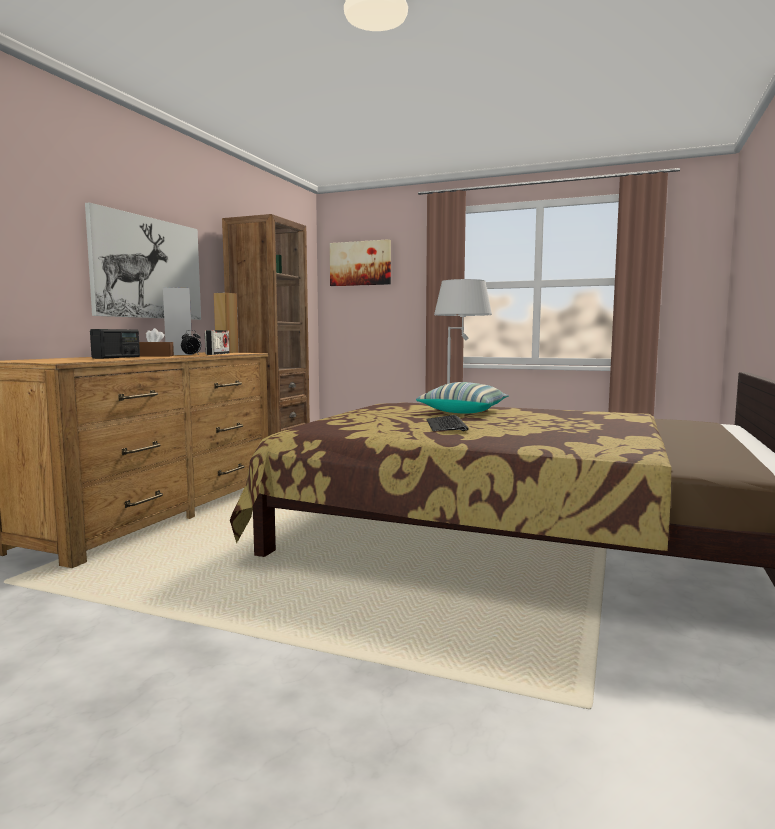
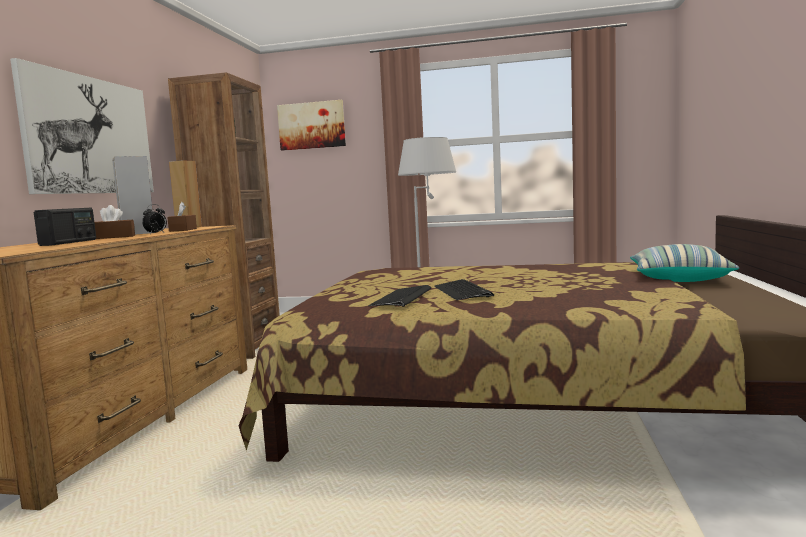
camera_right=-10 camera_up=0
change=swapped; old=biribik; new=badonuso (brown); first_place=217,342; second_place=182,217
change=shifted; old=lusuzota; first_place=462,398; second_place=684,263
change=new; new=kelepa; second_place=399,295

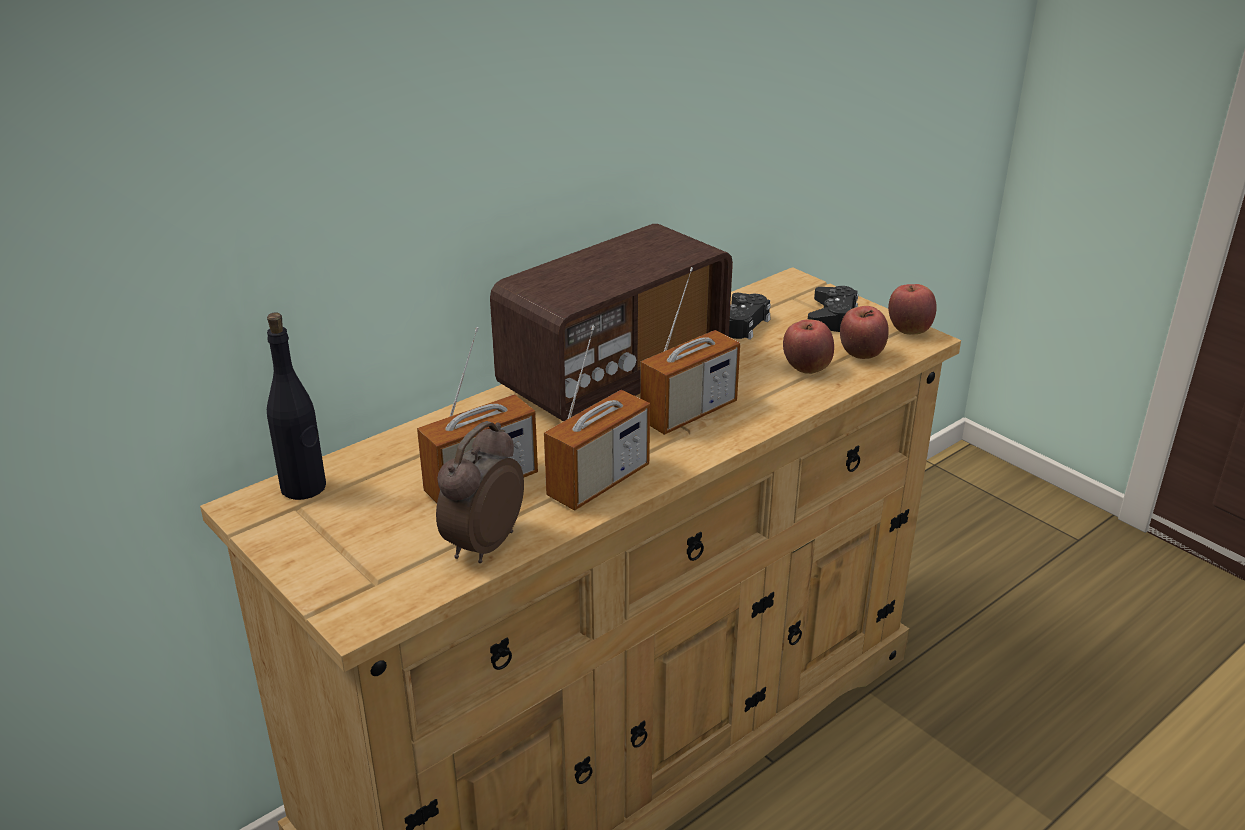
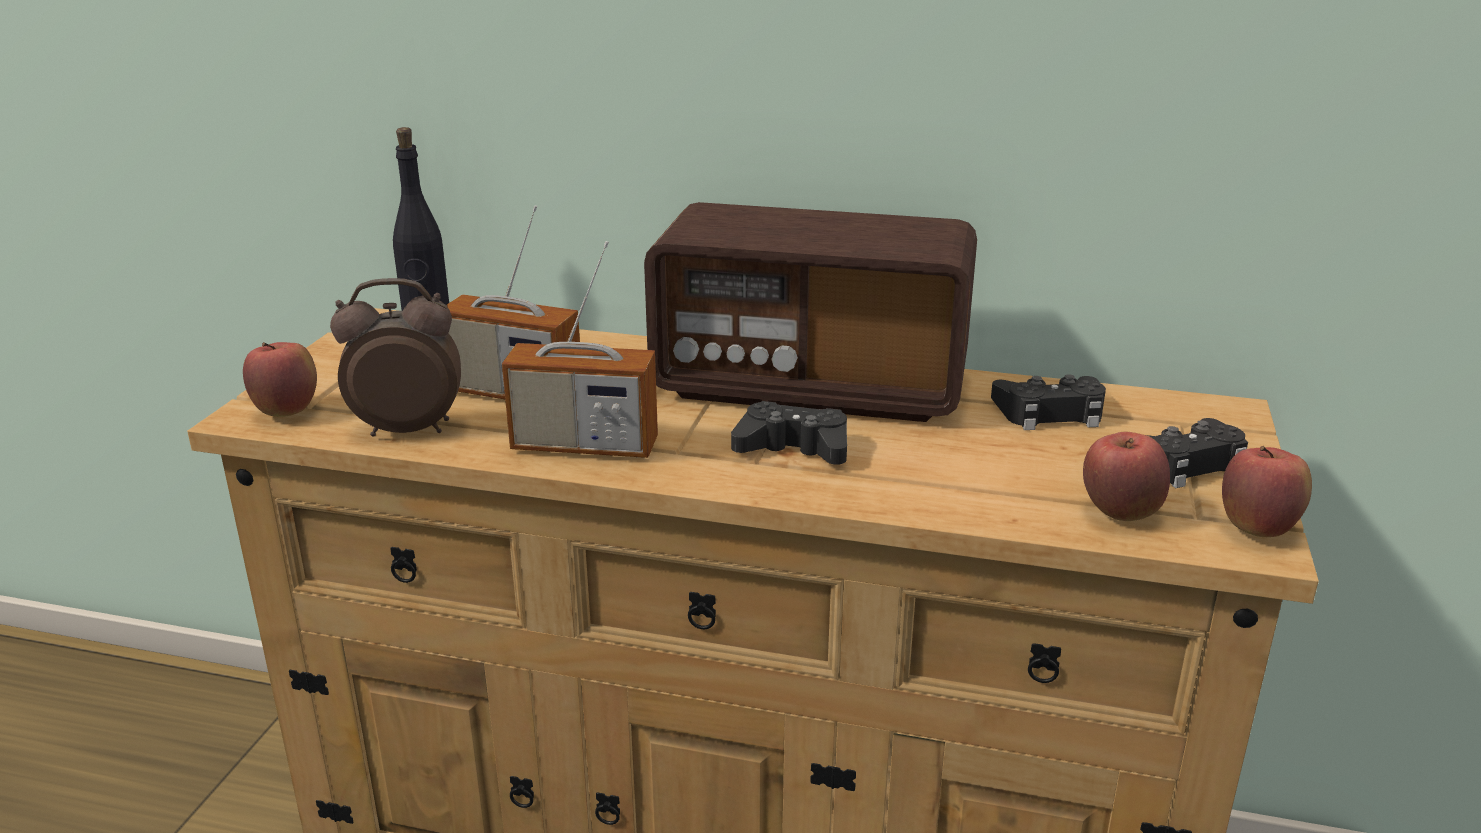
camera_right=55 camera_up=-5
change=swapped; old=biribik; new=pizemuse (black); first_place=690,351; second_place=789,433
change=shifted; old=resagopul; first_place=808,346; second_place=280,379

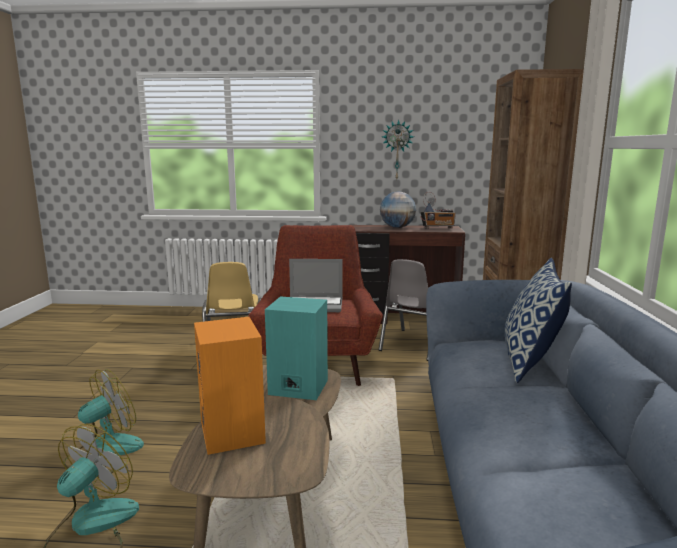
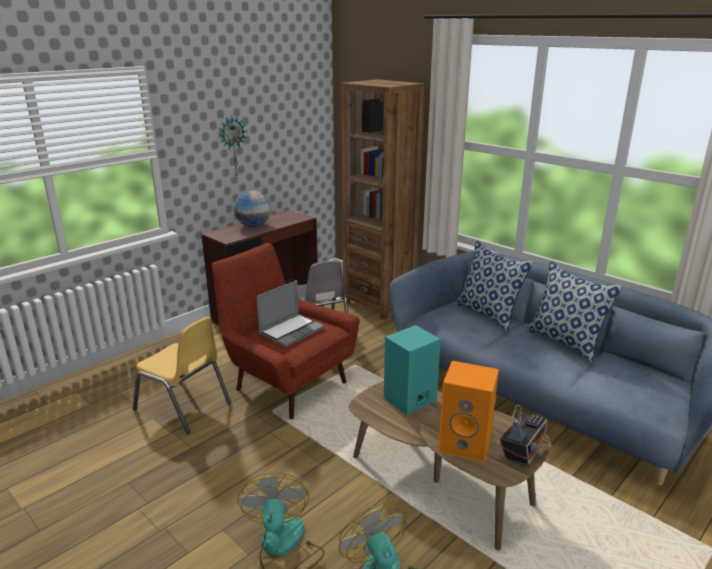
camera_right=-50 camera_up=10
change=shifted; old=biribik; first_place=438,210; second_place=525,435
change=new; new=lusuzota; second_place=574,311

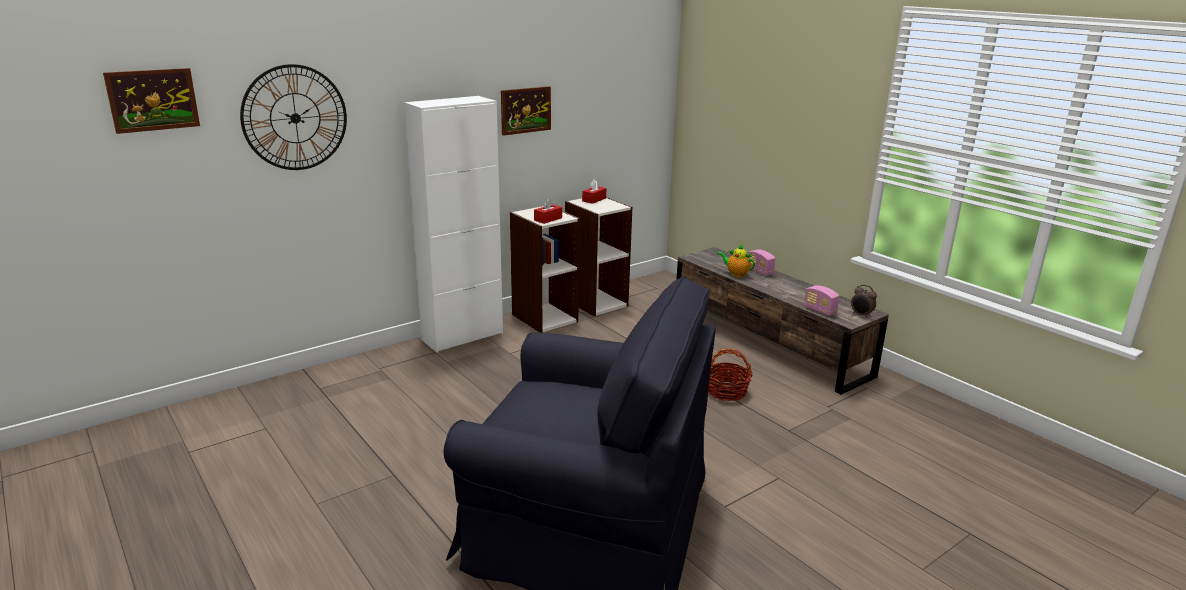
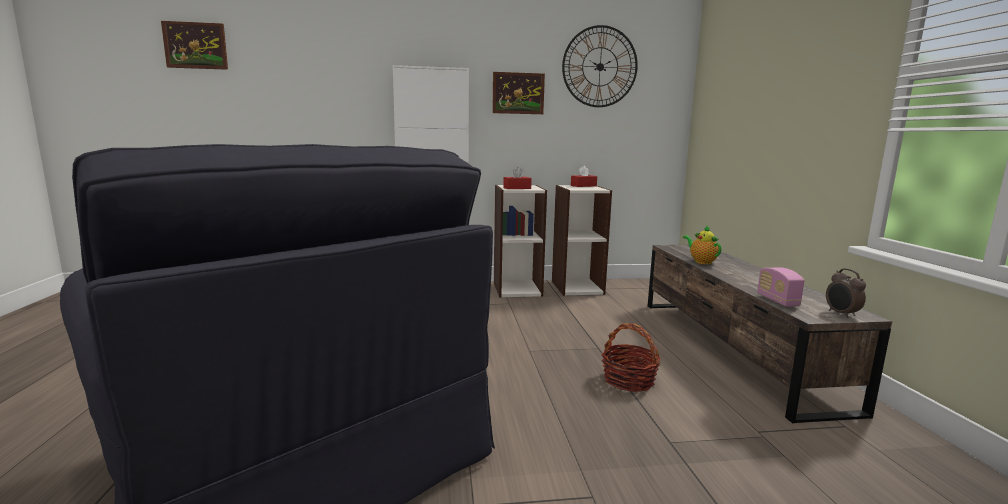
camera_right=30 camera_up=-10
change=shifted; old=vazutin; first_place=293,117; second_place=600,66
change=gone; old=biribik; first_place=762,262

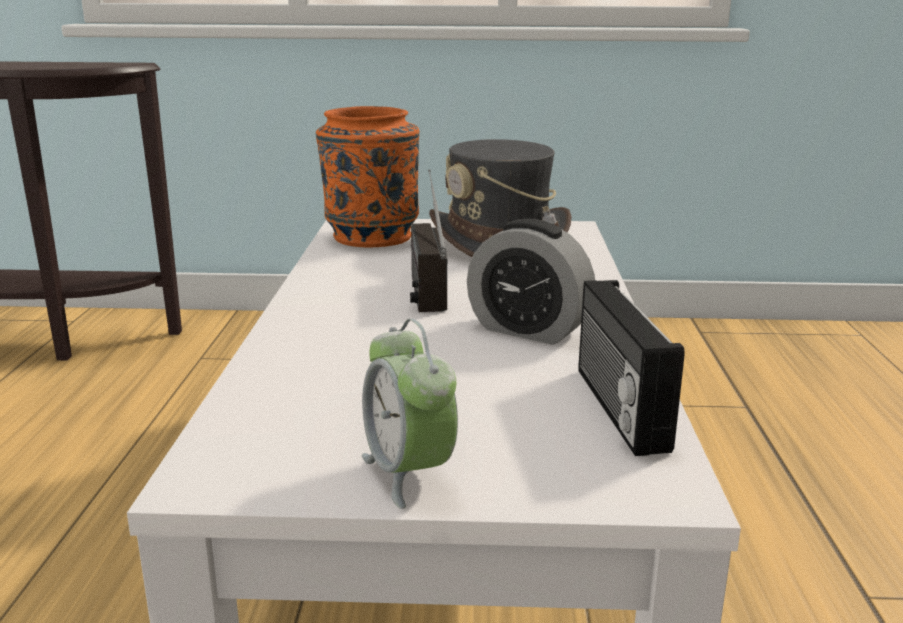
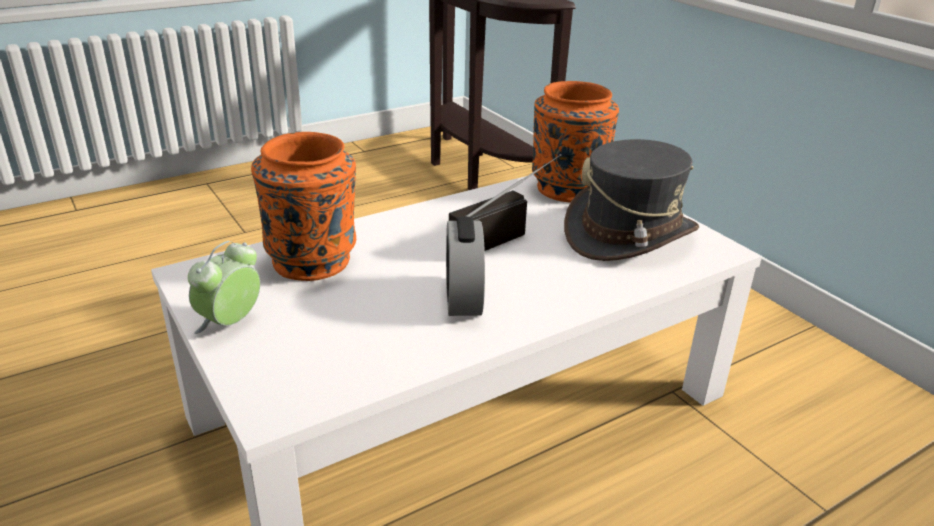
camera_right=55 camera_up=10
change=gone; old=biribik; first_place=631,368
change=new; new=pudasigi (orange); second_place=303,206

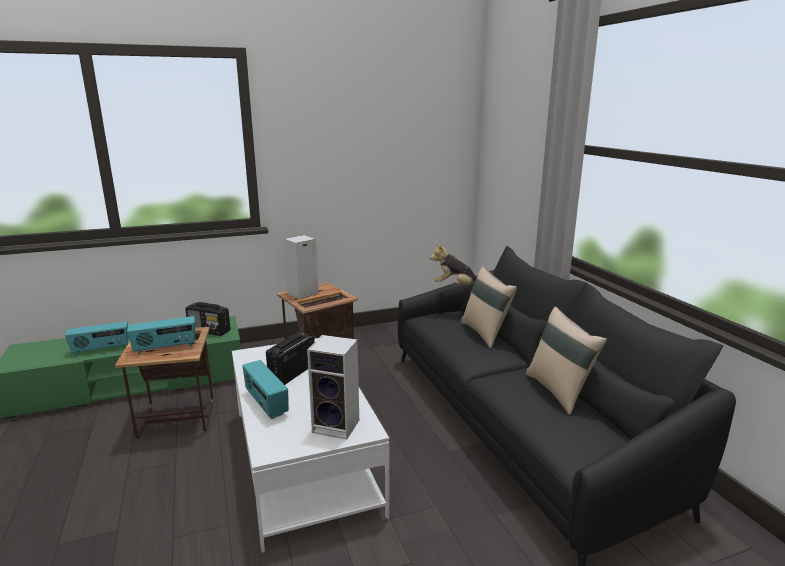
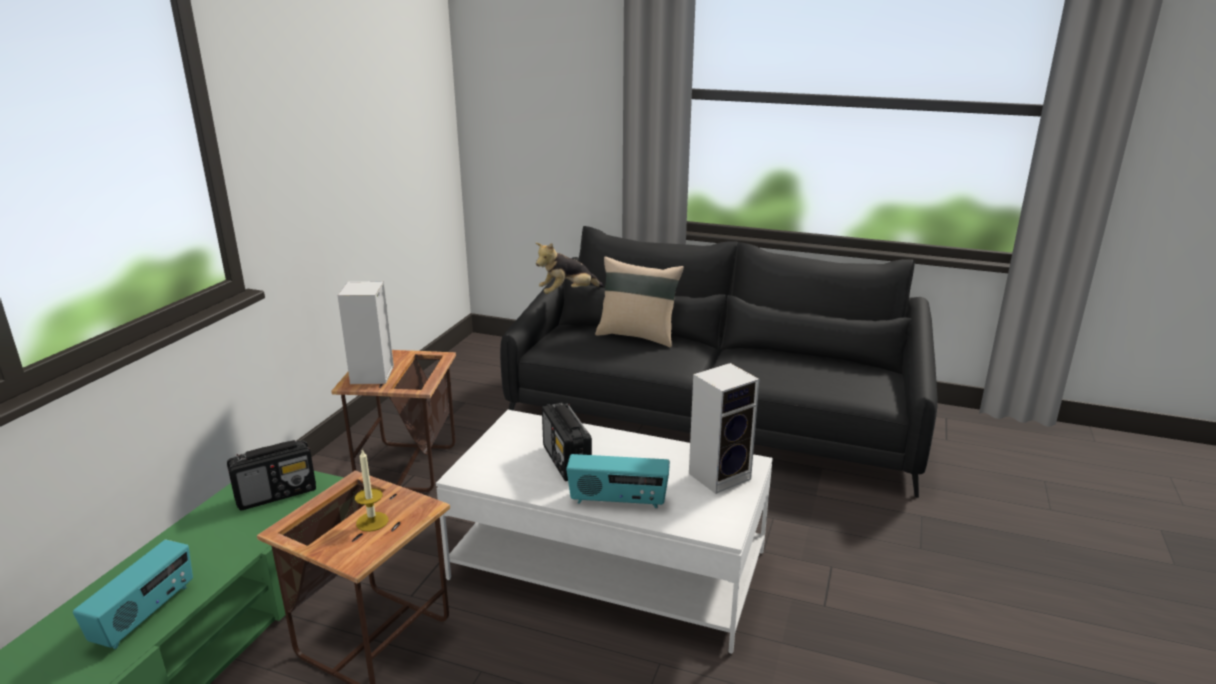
camera_right=-50 camera_up=5
change=gone; old=lusuzota (beige); first_place=566,361
change=swapped; old=biribik; new=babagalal; first_place=161,335; second_place=371,491

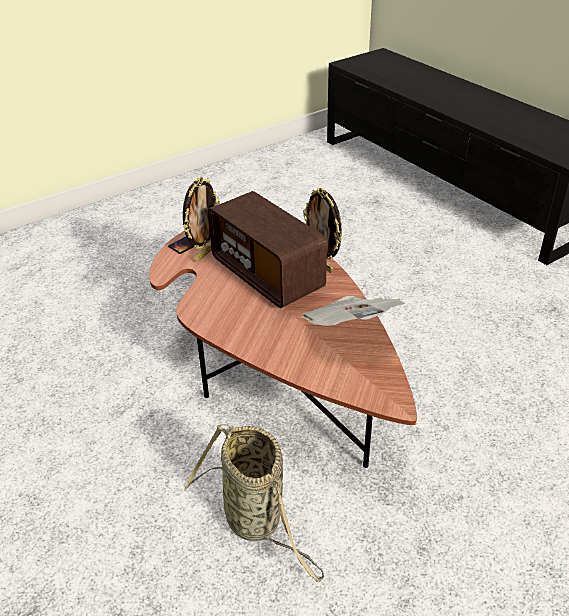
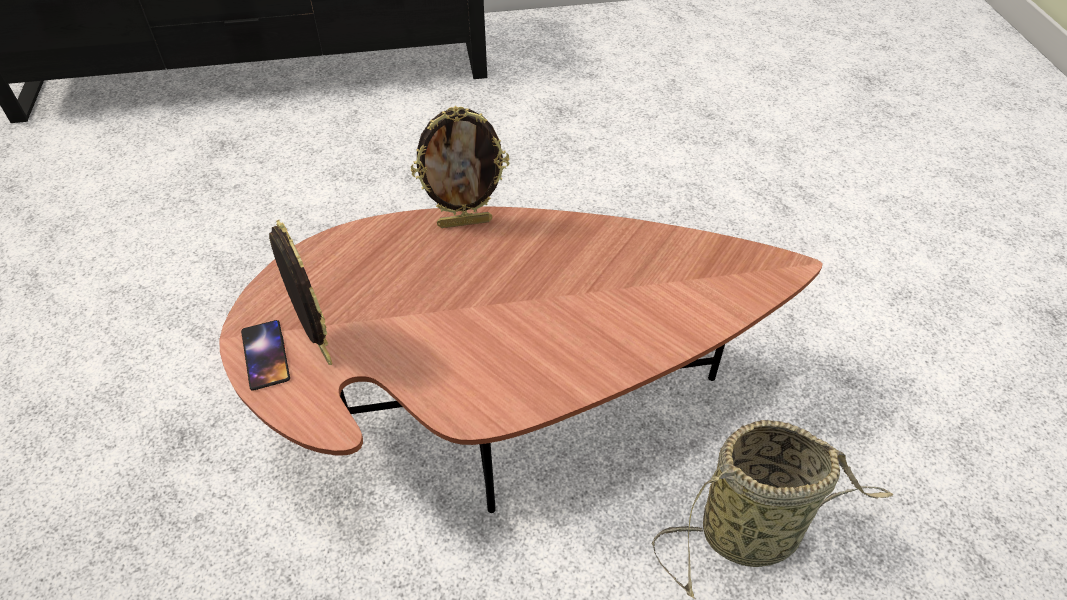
camera_right=-65 camera_up=10
change=gone; old=biribik; first_place=267,249
change=gone; old=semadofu; first_place=353,311

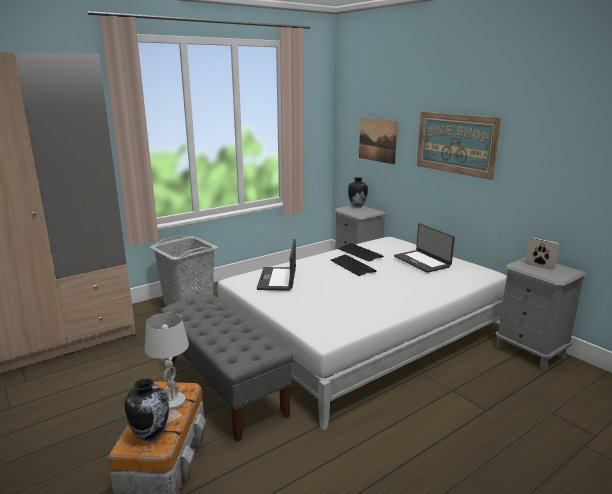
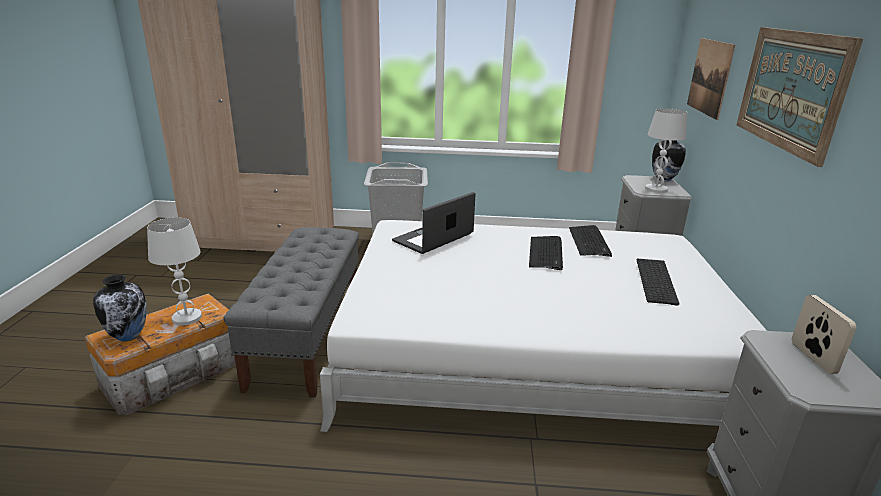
camera_right=40 camera_up=5
change=swapped; old=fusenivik; new=kelepa; first_place=424,248; second_place=658,282
change=new; new=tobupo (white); second_place=666,150

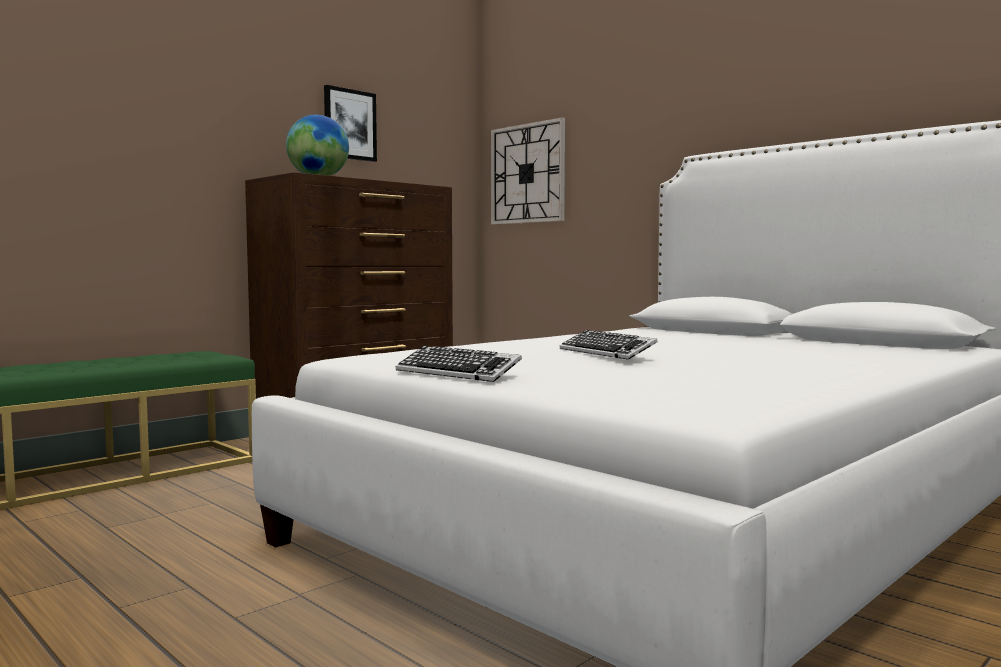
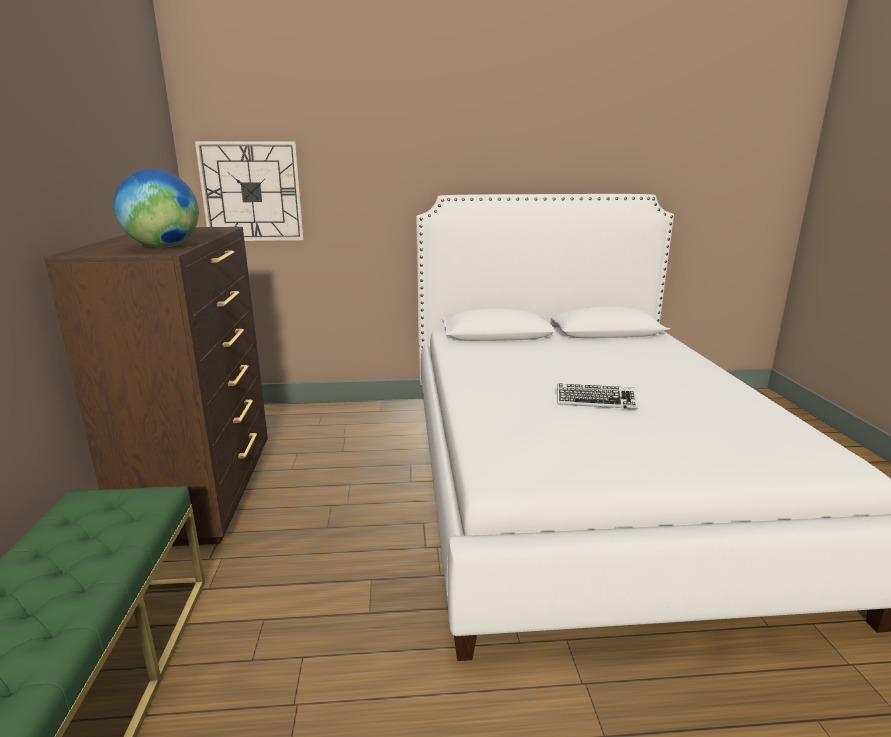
camera_right=-50 camera_up=15
change=gone; old=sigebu; first_place=350,123
change=gone; old=kelepa; first_place=459,364

